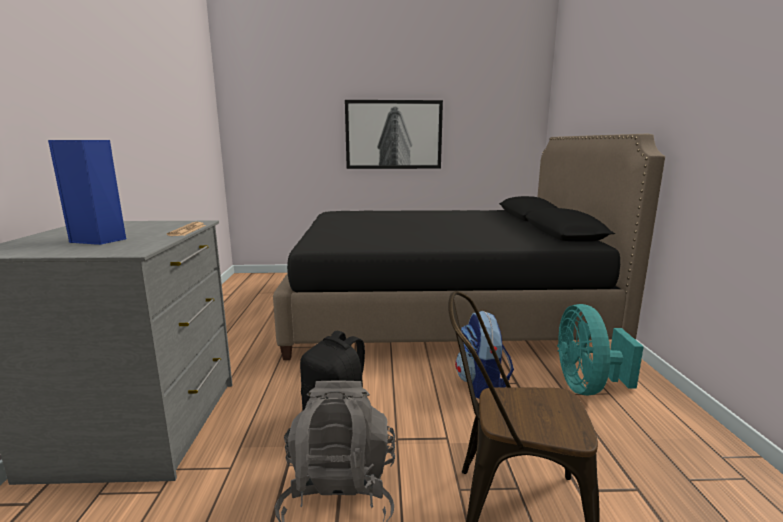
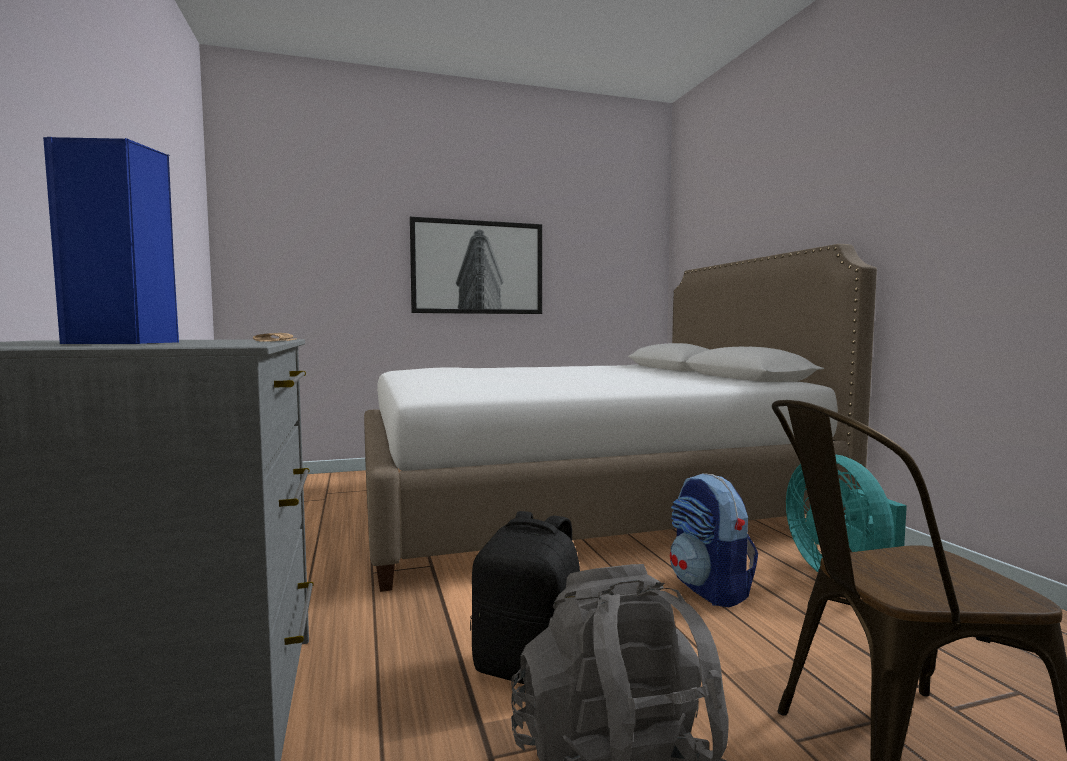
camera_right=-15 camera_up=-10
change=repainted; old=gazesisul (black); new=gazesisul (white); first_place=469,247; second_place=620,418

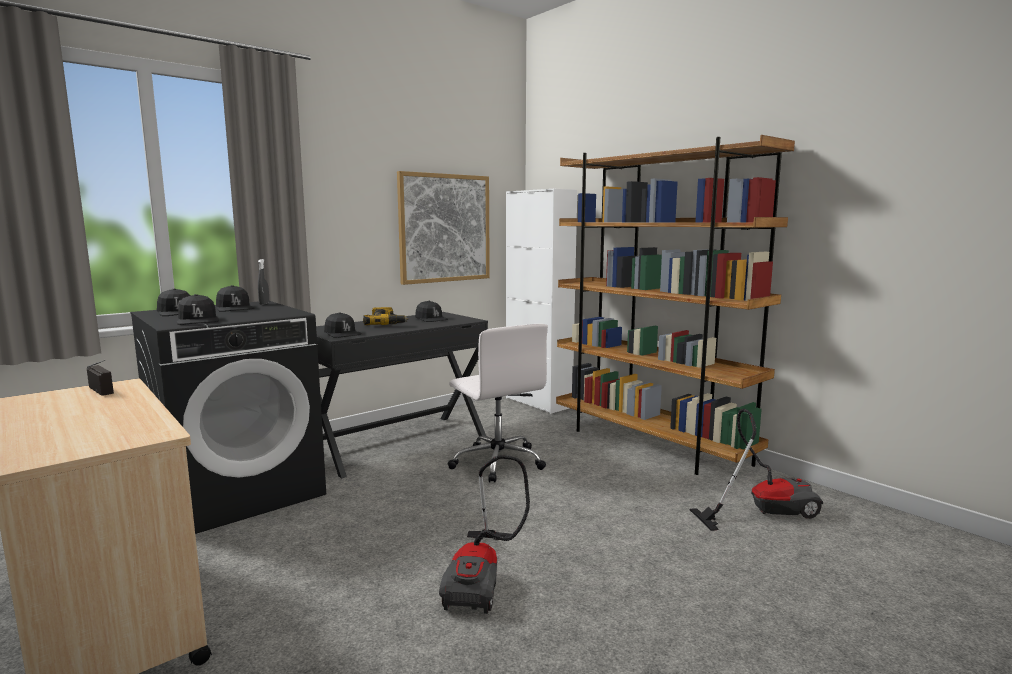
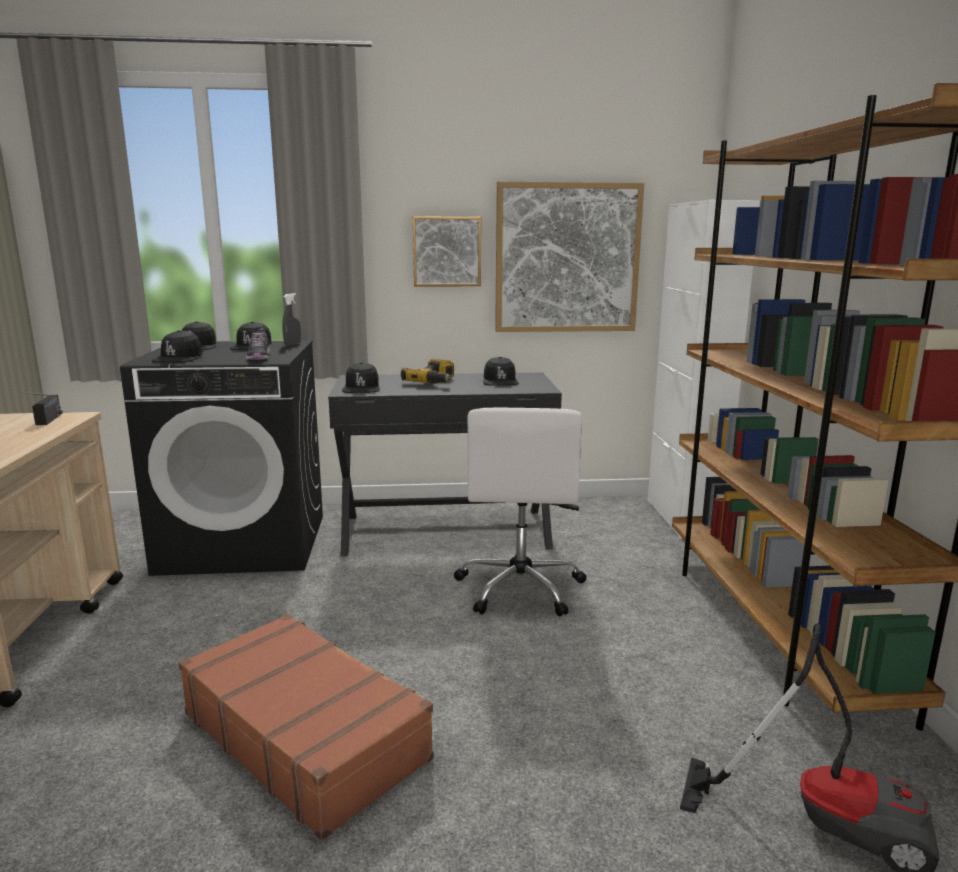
camera_right=35 camera_up=5
change=swapped; old=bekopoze; new=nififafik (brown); first_place=484,534; second_place=306,727
change=new; new=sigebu; second_place=447,251
change=new; new=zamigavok; second_place=258,344

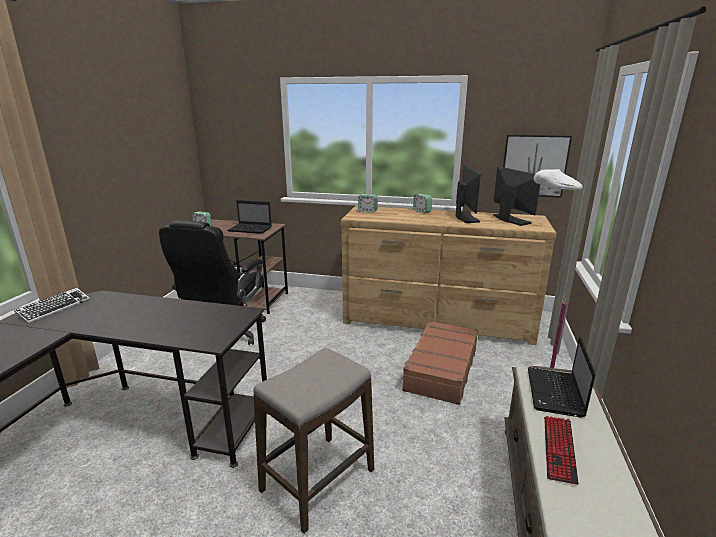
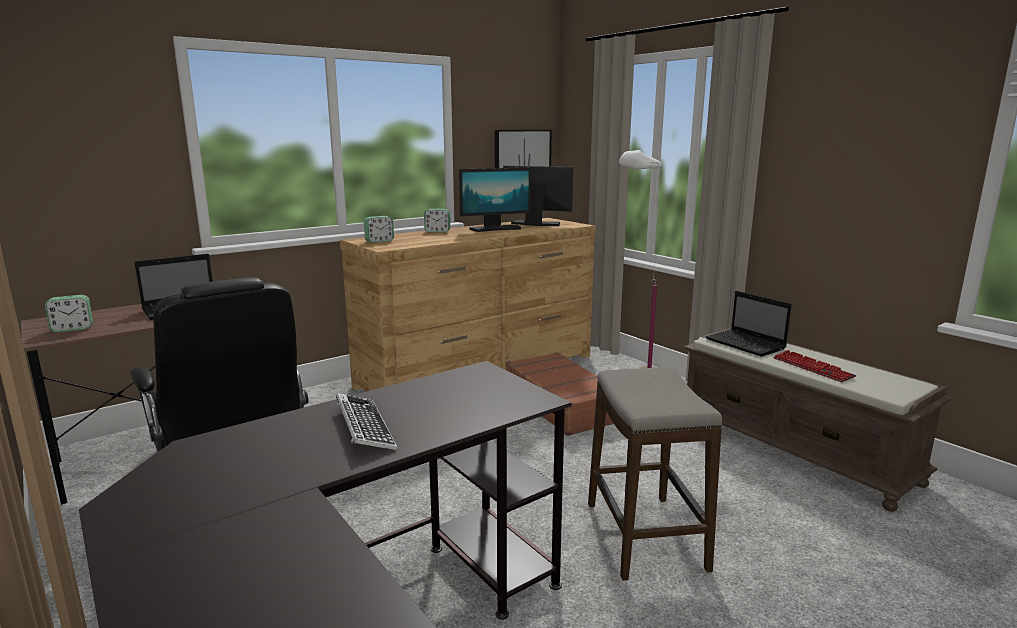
camera_right=-50 camera_up=-5
change=rotated; old=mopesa; first_place=468,194; second_place=495,200; degrees=120
change=shifted; old=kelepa; first_place=52,306; second_place=366,421

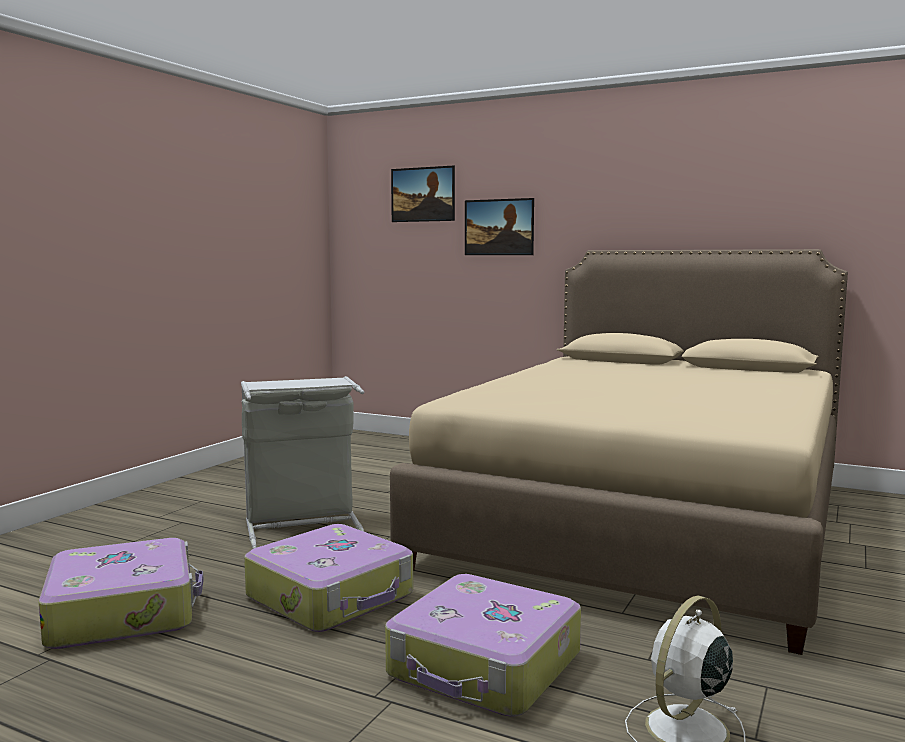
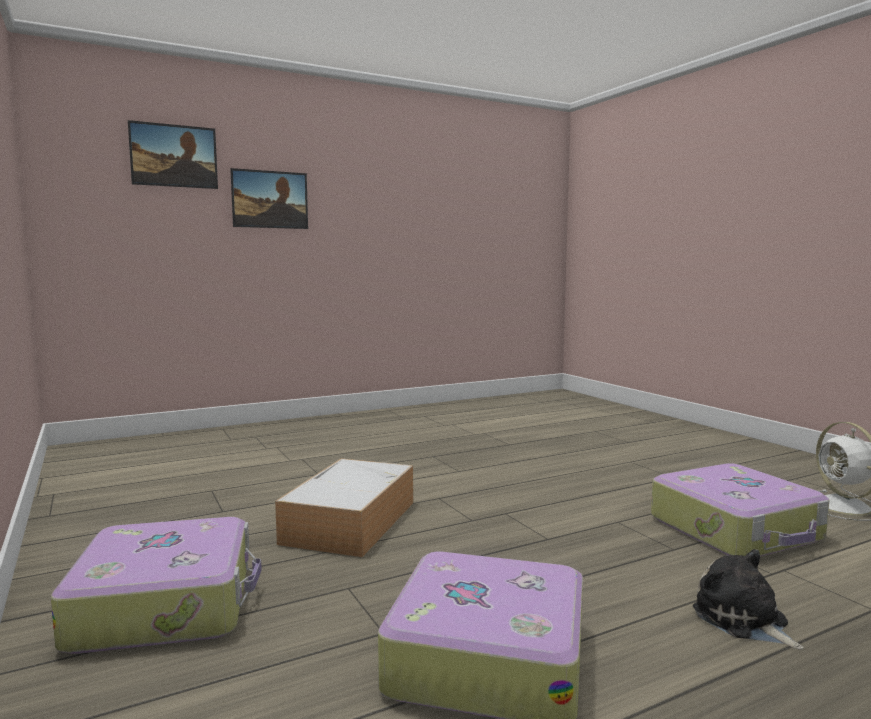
camera_right=-55 camera_up=0
change=gone; old=gazesisul (beige); first_place=619,452
change=swapped; old=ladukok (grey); new=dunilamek; first_place=302,462; second_place=344,508
change=shifted; old=nififafik; first_place=328,578; second_place=156,585
change=new; new=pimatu; second_place=748,599

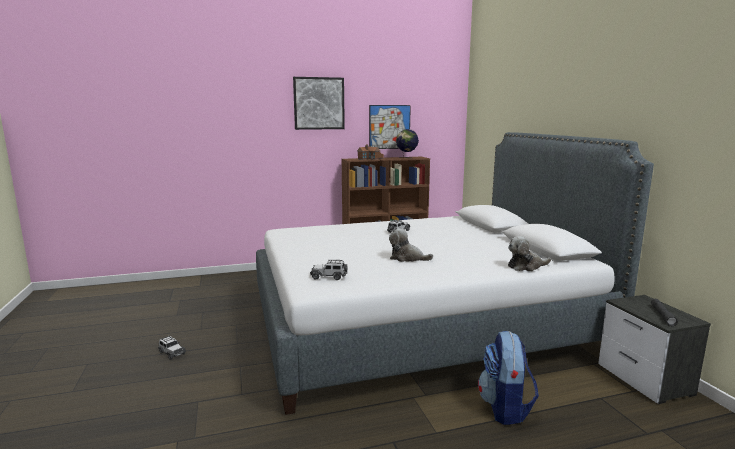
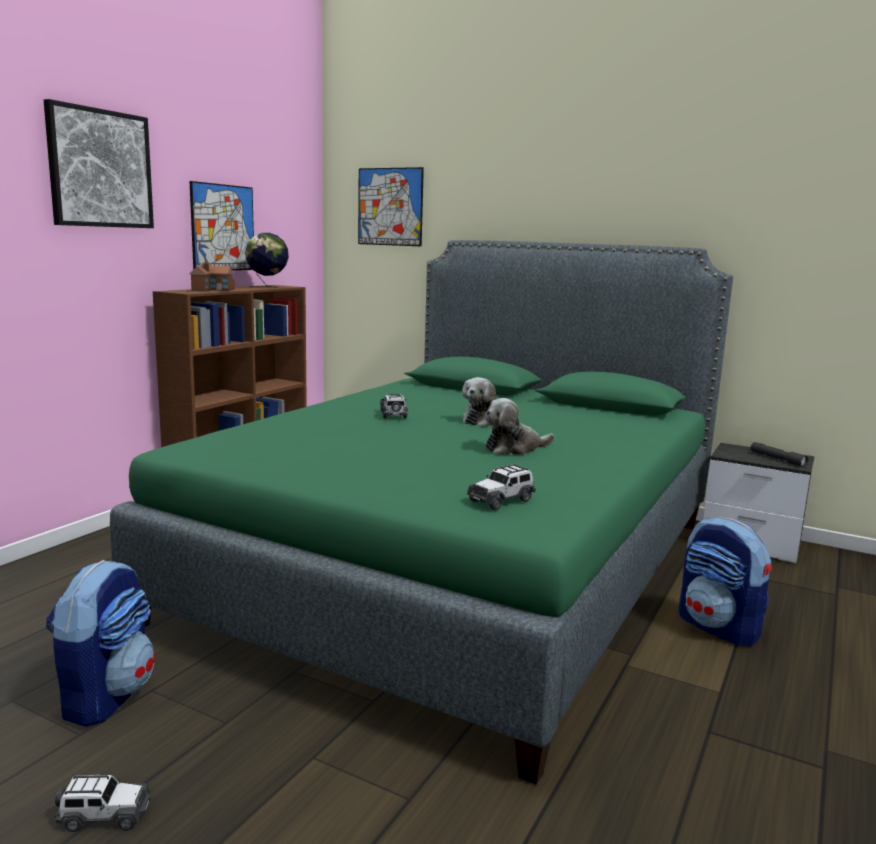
camera_right=-45 camera_up=0
change=repainted; old=gazesisul (white); new=gazesisul (green); first_place=455,273; second_place=421,512
change=shifted; old=pimatu; first_place=529,253; second_place=479,402
change=new; new=sigebu; second_place=391,206
change=new; new=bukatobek; second_place=100,643

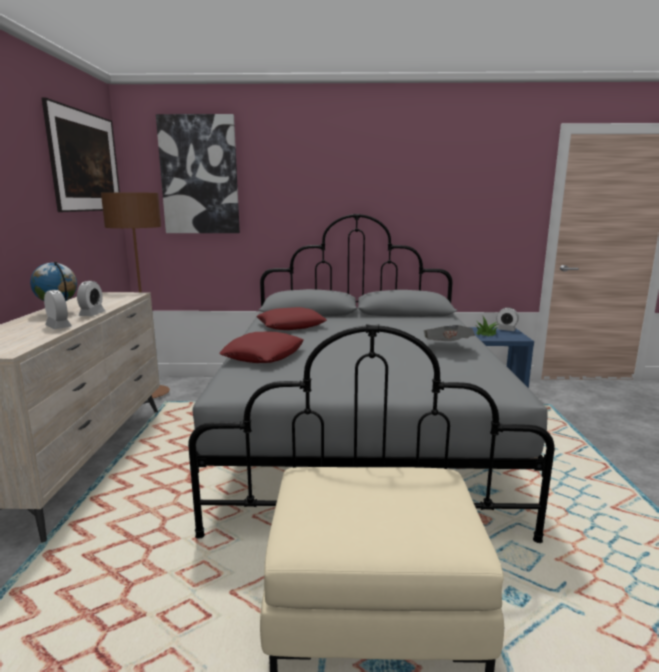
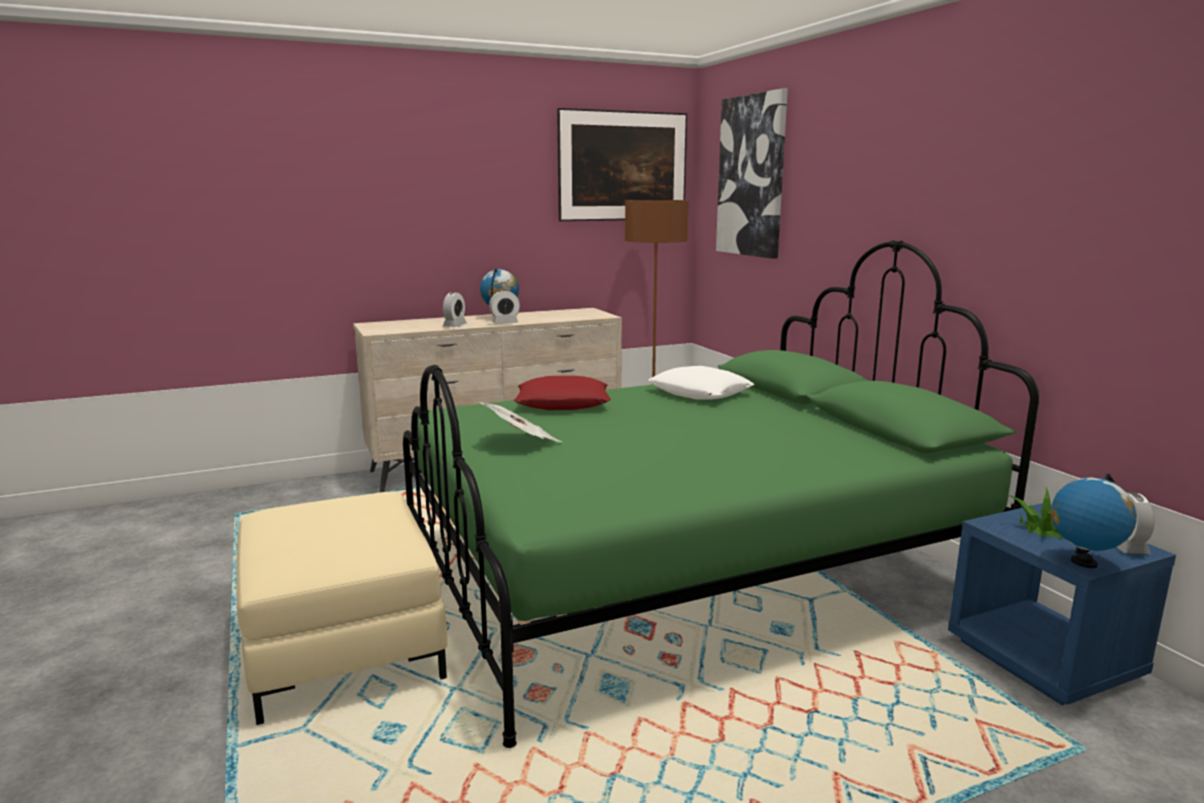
camera_right=65 camera_up=0
change=repainted; old=gazesisul (grey); new=gazesisul (green); first_place=371,378; second_place=721,494
change=repainted; old=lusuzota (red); new=lusuzota (white); first_place=291,318; second_place=701,383
change=shifted; old=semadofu; first_place=449,333; second_place=520,422
change=new; new=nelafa; second_place=1094,521

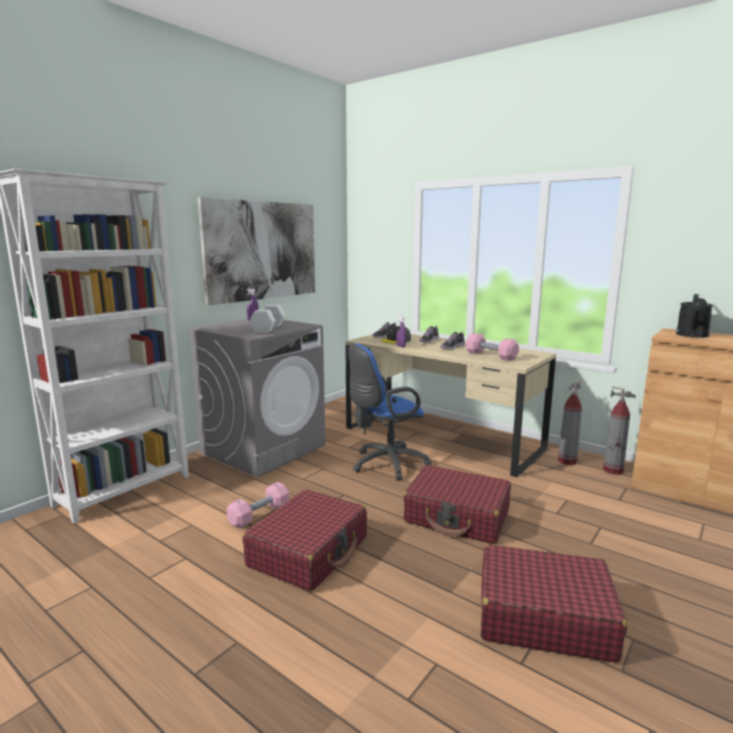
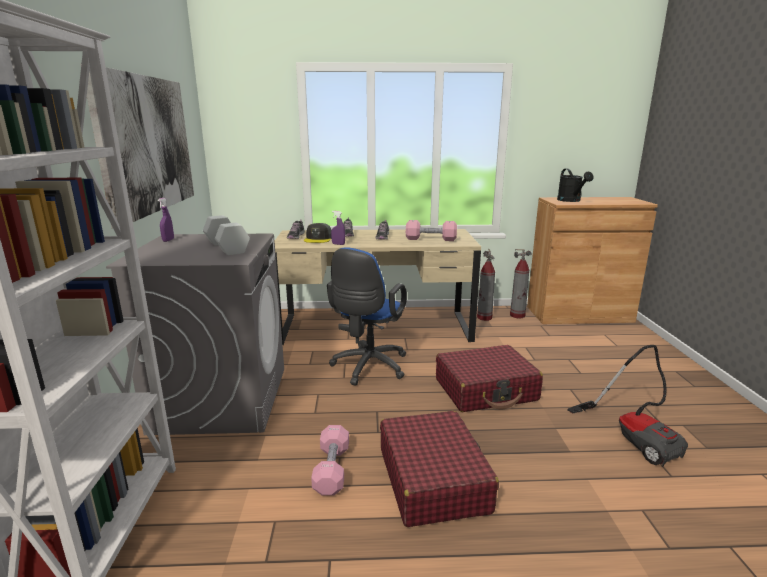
camera_right=-40 camera_up=5
change=swapped; old=nififafik (red); new=bekopoze; first_place=554,604; second_place=627,406

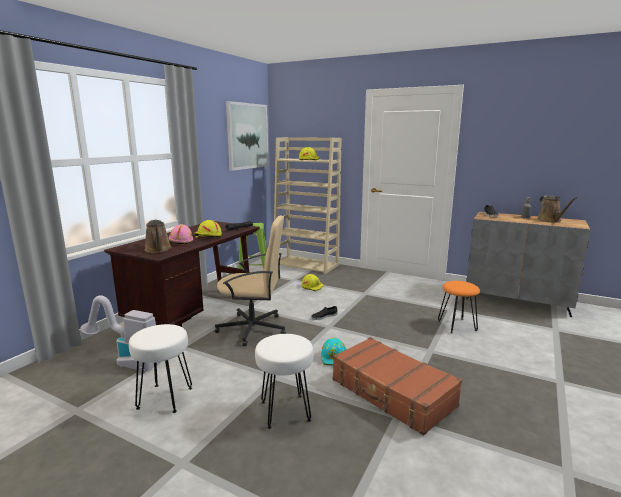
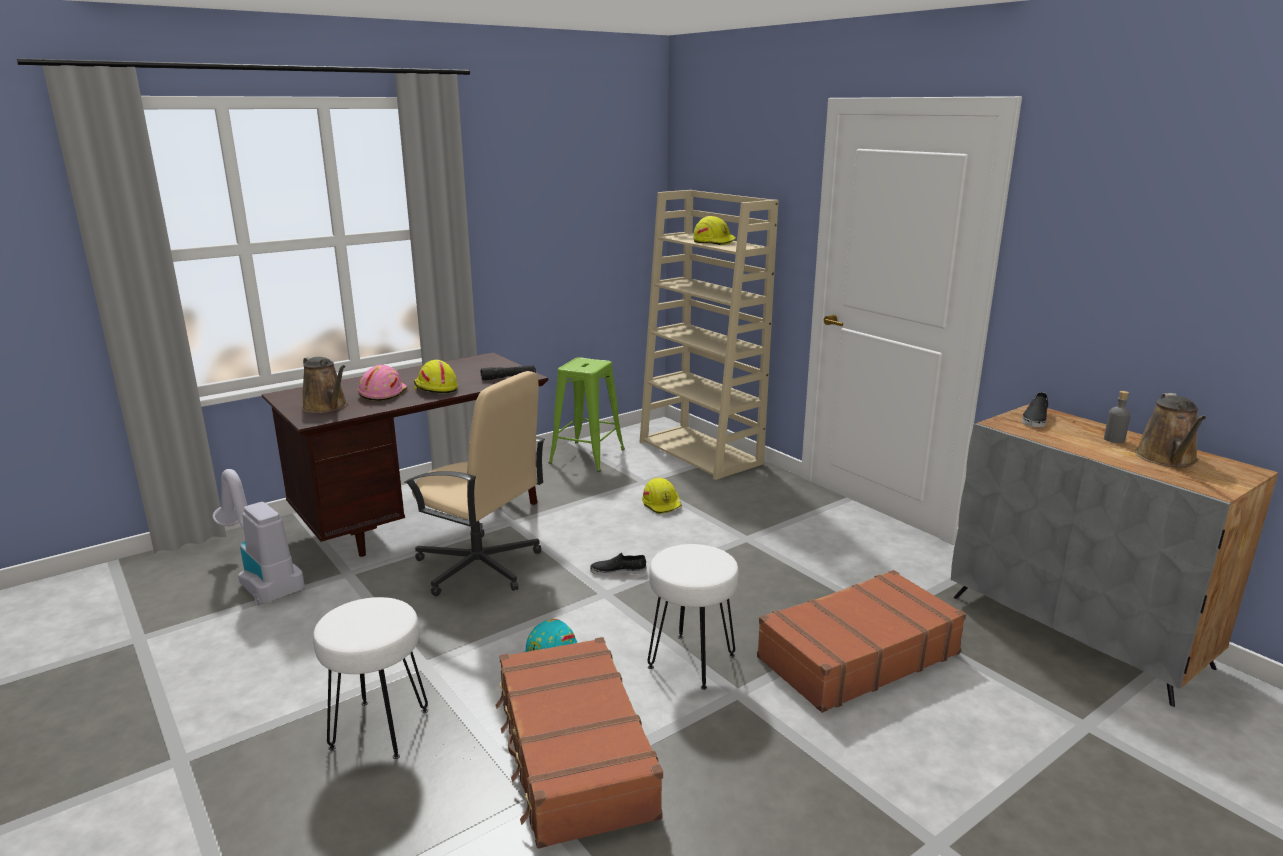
camera_right=25 camera_up=5
change=gone; old=sigebu; first_place=247,136
change=rotated; old=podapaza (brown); first_place=158,236; second_place=324,384; degrees=-45
change=swapped; old=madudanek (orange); new=nififafik (brown); first_place=459,307; second_place=861,641
change=shifted; old=madudanek (white); first_place=160,368; second_place=693,617

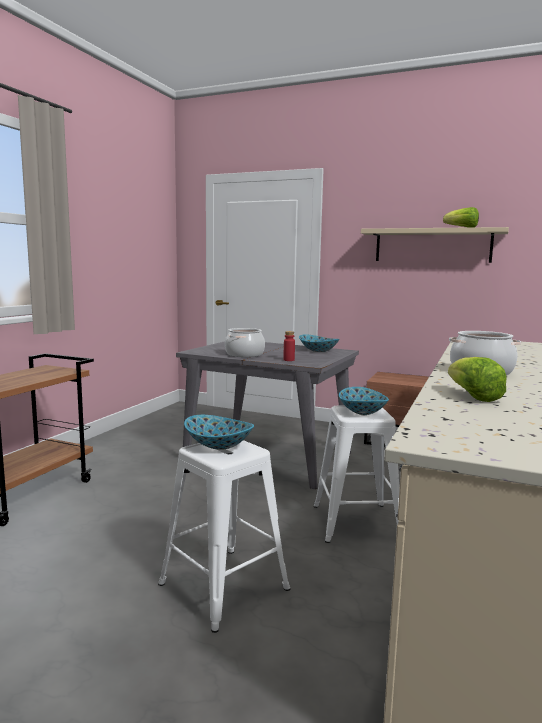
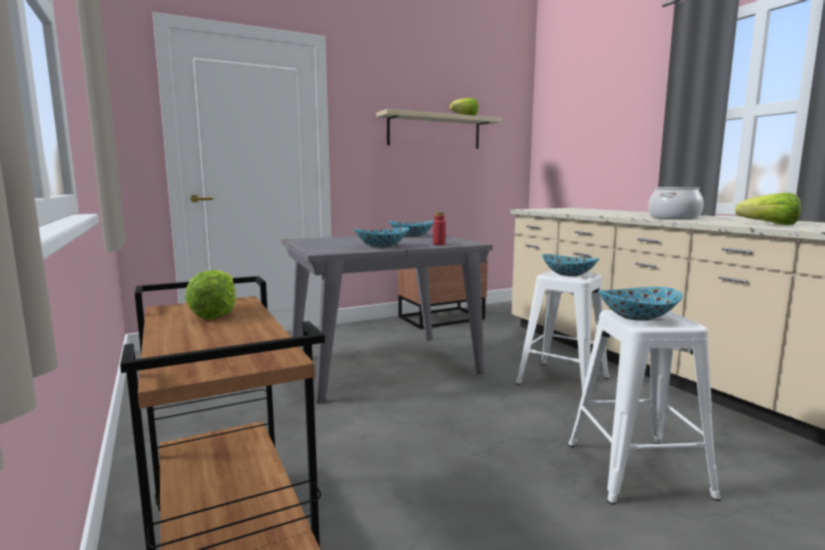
camera_right=-50 camera_up=0
change=swapped; old=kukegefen; new=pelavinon; first_place=245,342; second_place=381,237
change=new; new=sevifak; second_place=210,295

